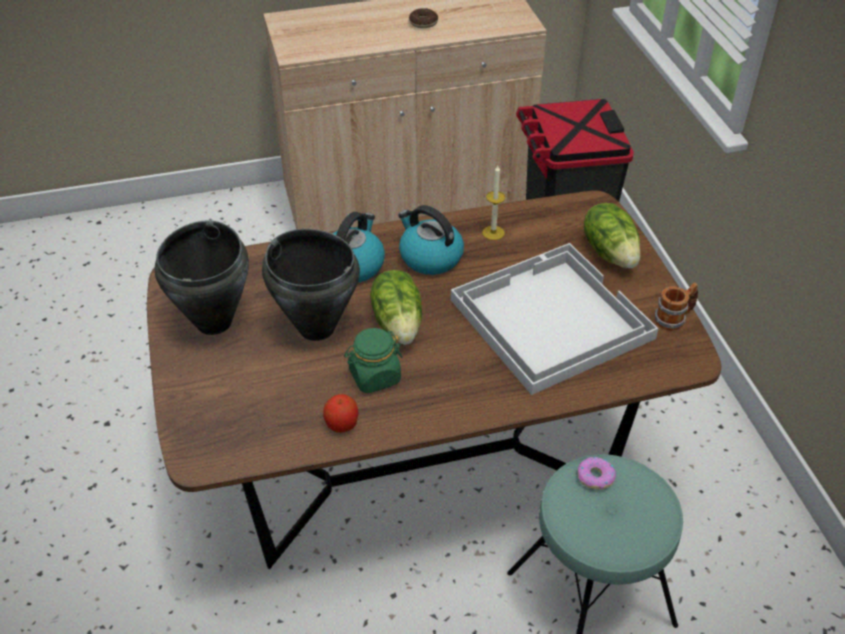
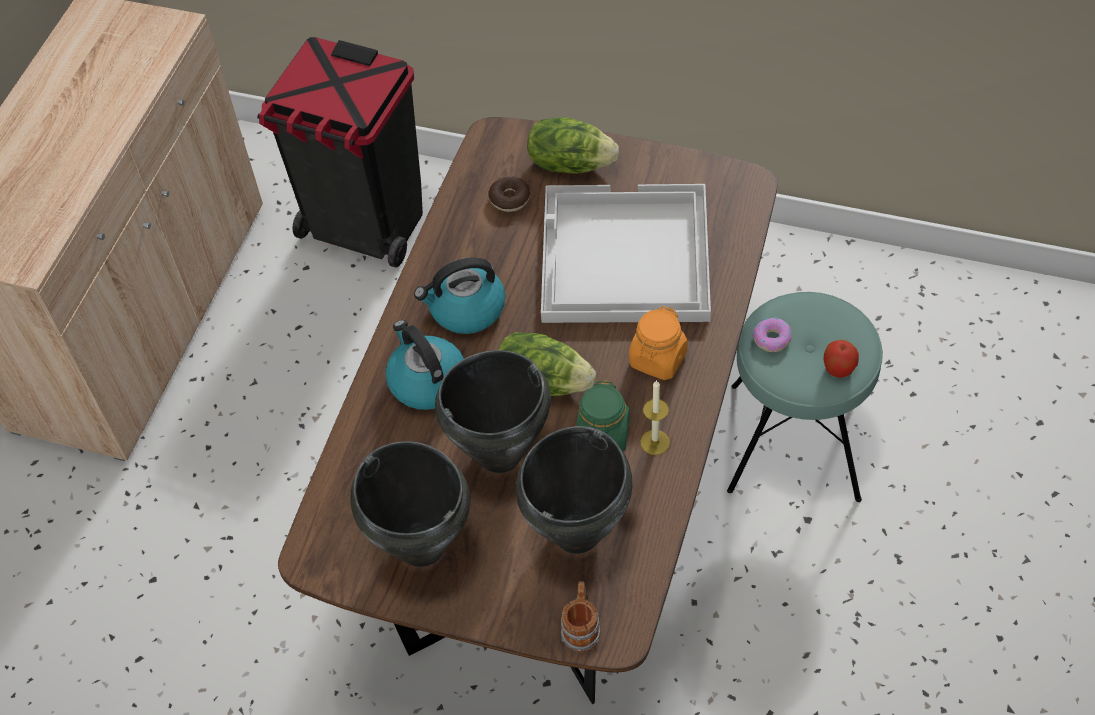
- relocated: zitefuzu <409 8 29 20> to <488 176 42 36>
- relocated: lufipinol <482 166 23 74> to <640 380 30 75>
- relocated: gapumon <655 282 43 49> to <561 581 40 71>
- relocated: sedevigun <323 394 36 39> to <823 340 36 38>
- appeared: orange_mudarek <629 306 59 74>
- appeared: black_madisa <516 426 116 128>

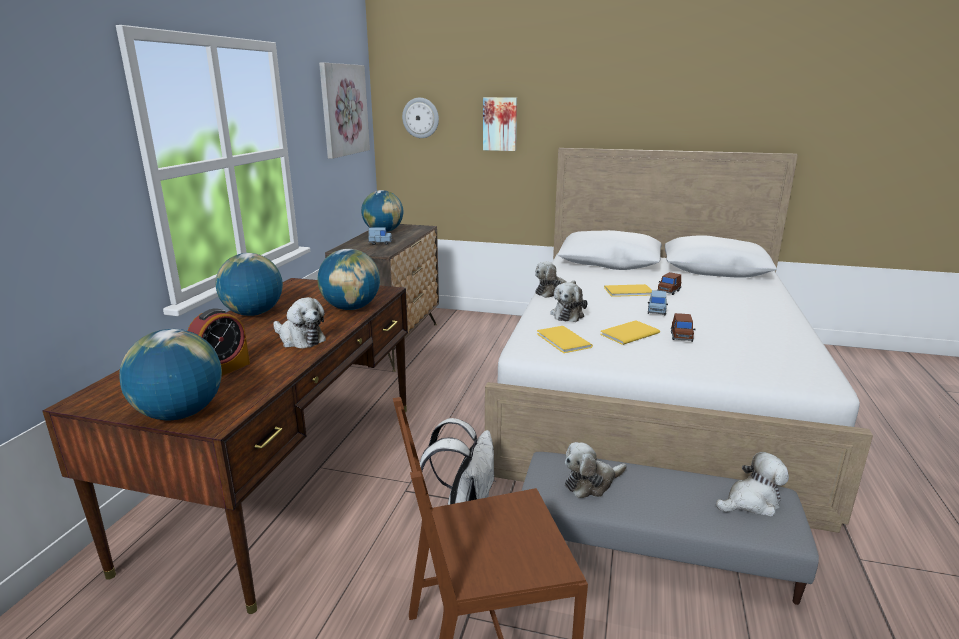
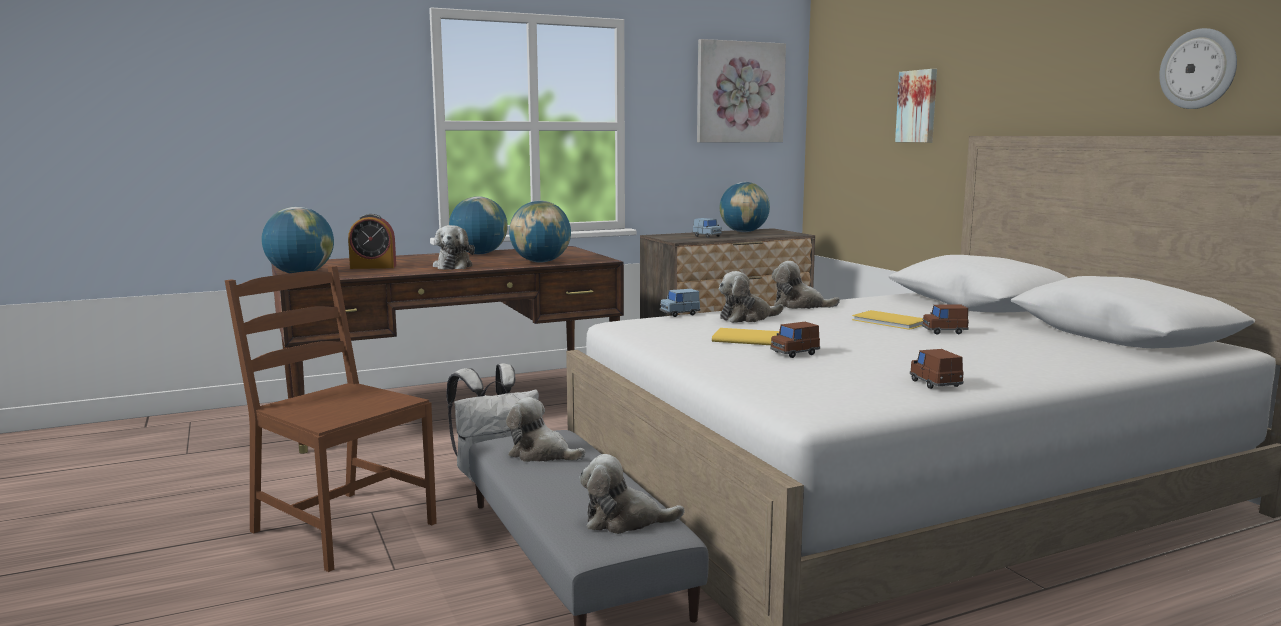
- relocated: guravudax <402 98 37 40> to <1159 28 78 81>
- relocated: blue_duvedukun <647 290 21 26> to <660 289 41 28>
- missing: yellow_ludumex <537 326 56 27>
- spun: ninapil <716 452 73 64> = <580 454 104 80> 150 degrees clockwise
- appeared: brown_duvedukun <910 349 54 40>

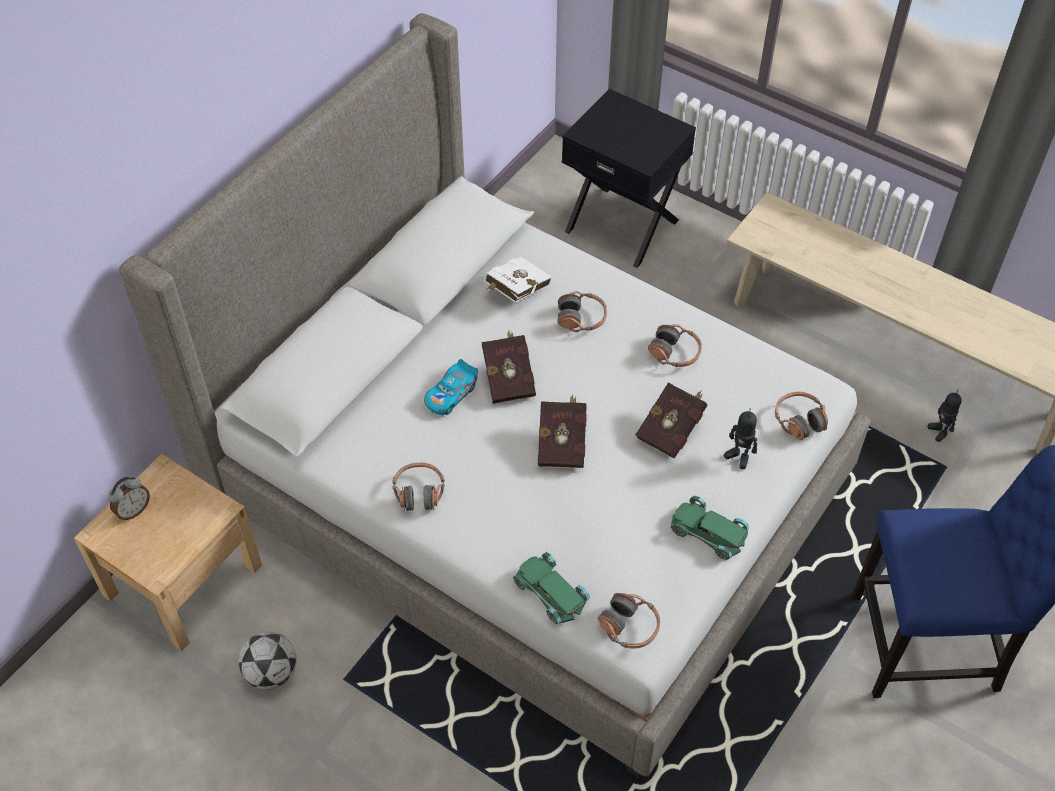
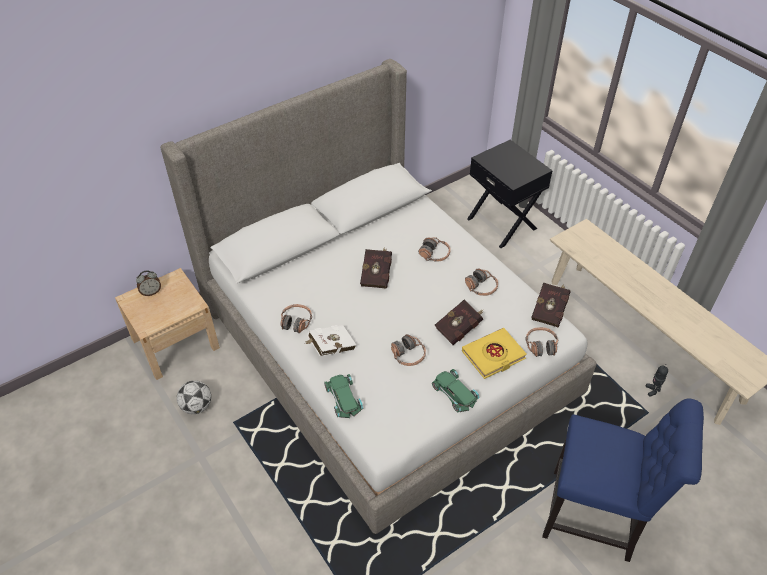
- relocated: white_ludumex <484 257 68 46> to <305 325 51 32>
- missing: duvedukun <424 359 54 56>
- relocated: red_ludumex <538 394 49 74> to <532 283 39 44>
- exchanged: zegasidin <724 409 33 60> to yellow_ludumex <462 328 65 51>
- relocated: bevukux <598 593 62 56> to <391 334 35 32>

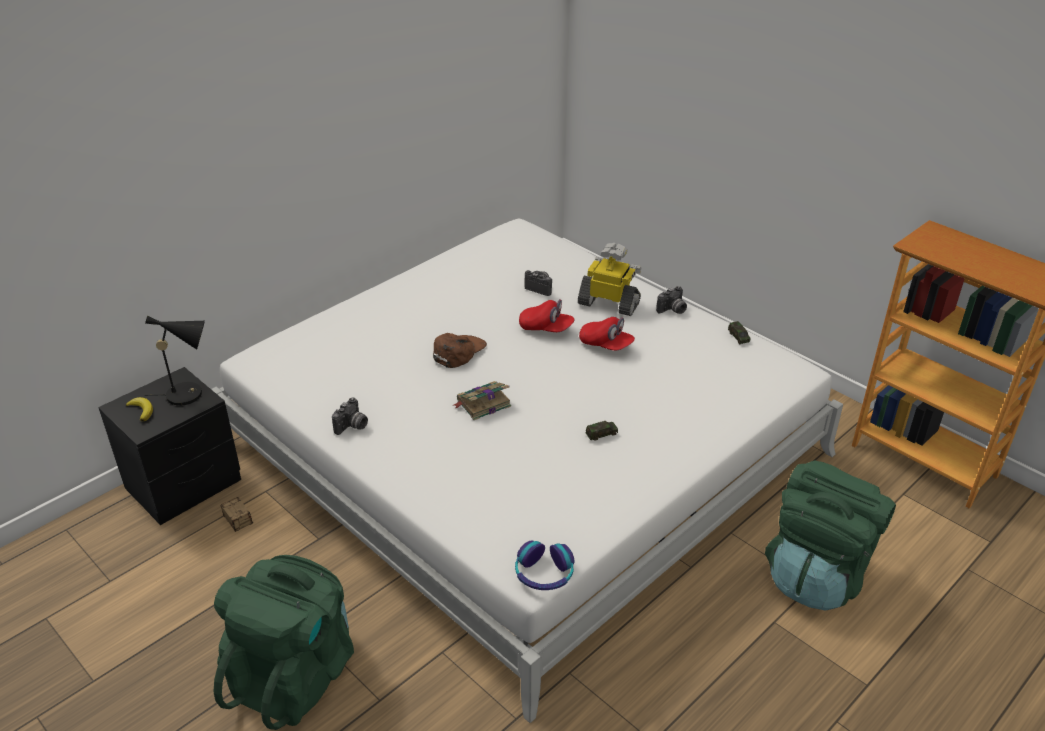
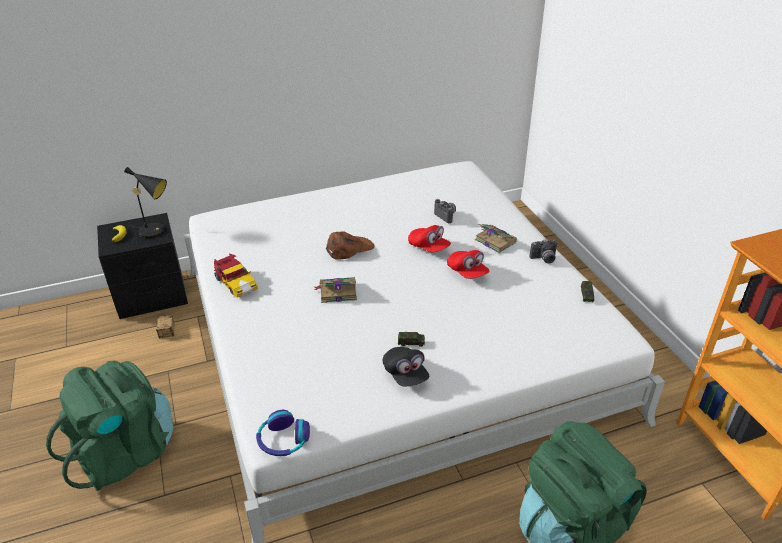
- exchanged: zegasidin <578 243 63 73> to ludumex <475 224 42 29>
- exchanged: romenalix <332 397 36 38> to duvedukun <214 254 44 43>
- appeared: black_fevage <383 347 46 39>

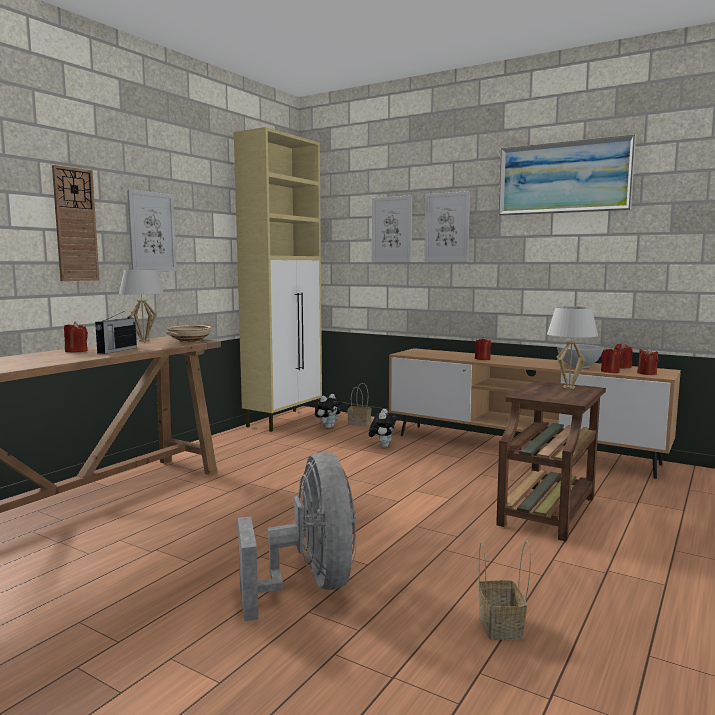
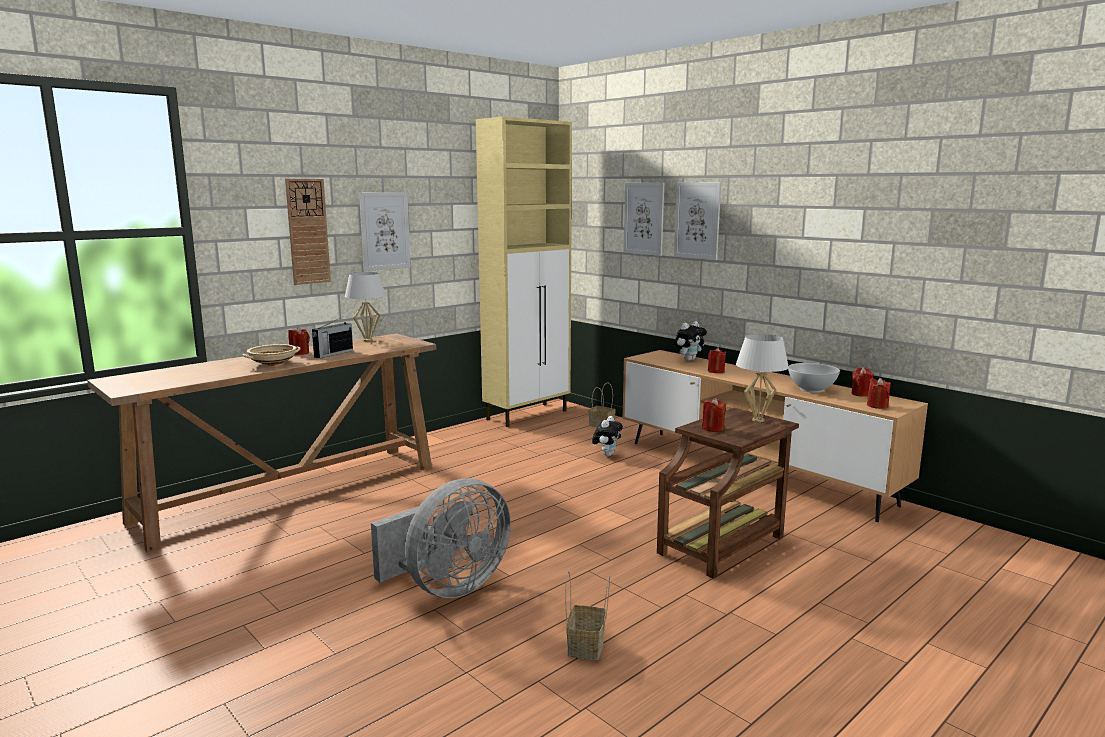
- missing: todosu <498 134 138 82>
- relocated: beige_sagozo <166 325 46 18> to <243 344 58 22>
- relocated: red_lufipinol <601 346 20 27> to <702 398 24 34>
- relocated: ninapil <315 394 27 34> to <674 321 33 40>
- spun: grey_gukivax <238 452 118 169> = <371 478 140 120> 45 degrees clockwise

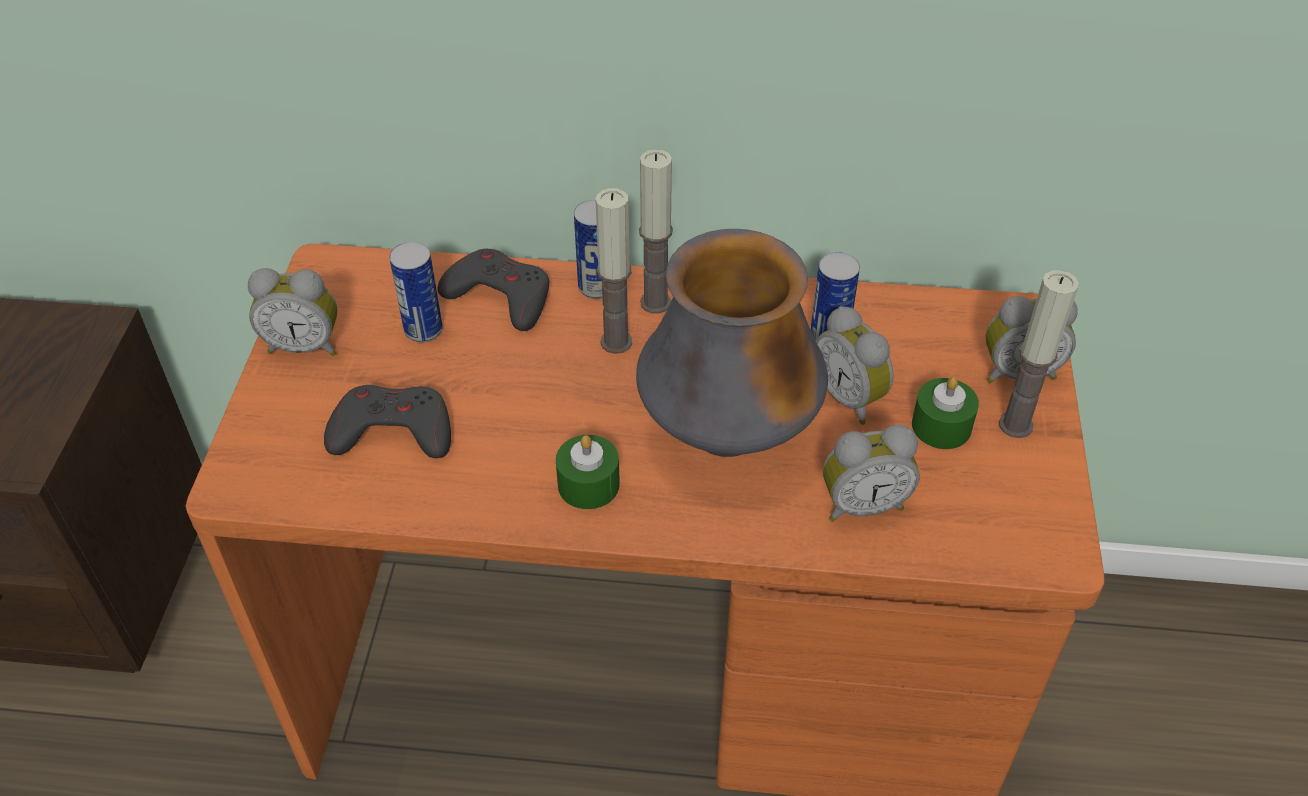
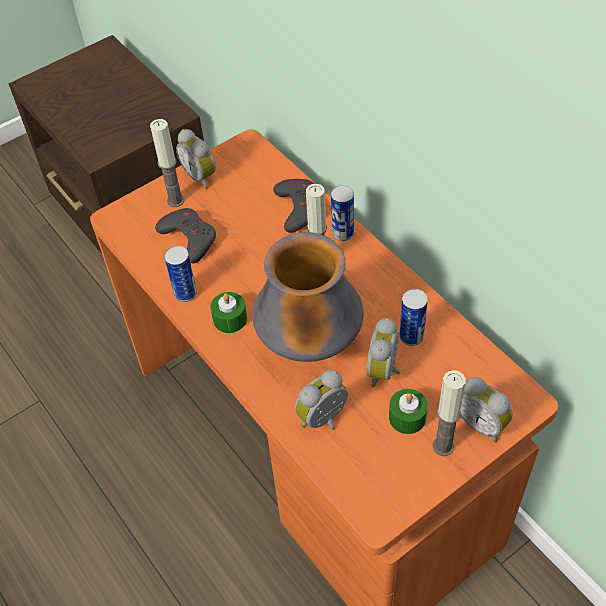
- relocated: lufipinol <639 149 34 164> to <150 119 34 88>
- relocated: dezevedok <389 241 54 101> to <164 246 33 56>
- spun: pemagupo <823 425 97 97> = <294 370 54 60> 105 degrees clockwise

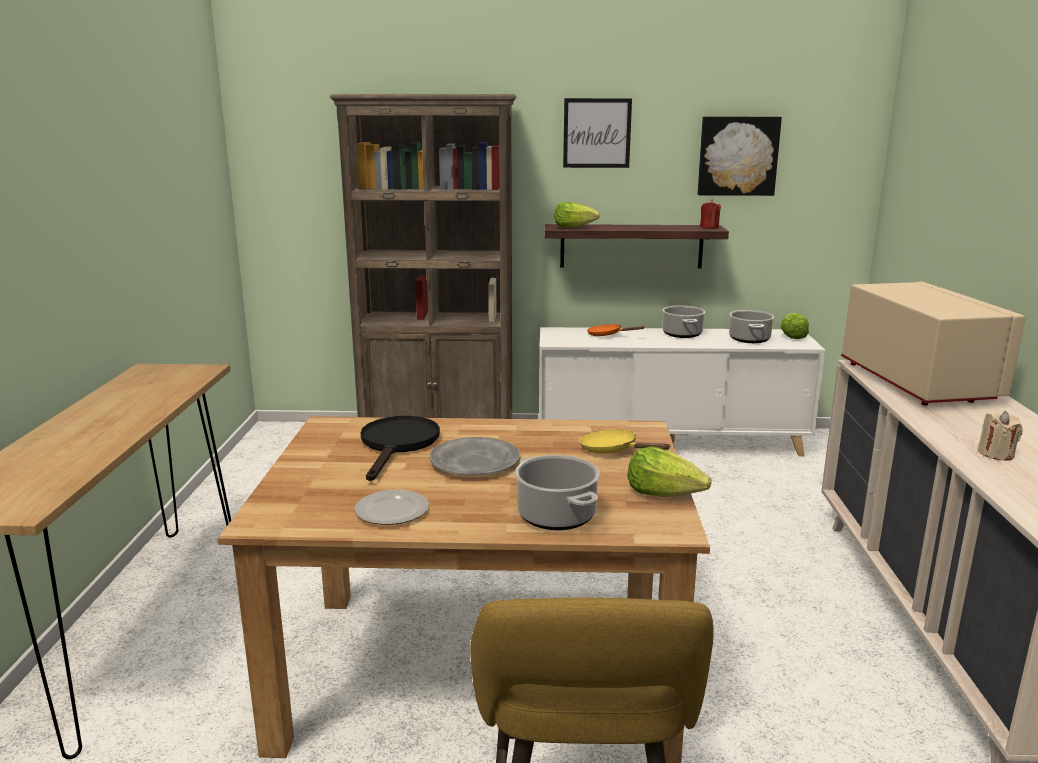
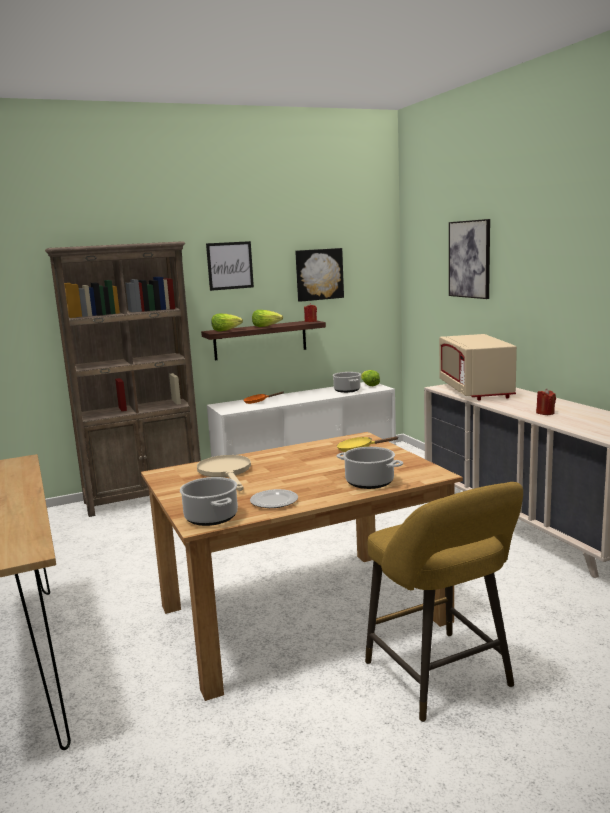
- spun: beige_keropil <841 282 184 124> = <439 334 78 66> 150 degrees counterclockwise
- relocated: madisa <662 305 43 33> to <180 477 58 49>
- colour: beige_lufipinol <977 411 46 50> to red_lufipinol <536 389 20 26>
- colour: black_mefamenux <361 416 79 65> to beige_mefamenux <197 455 54 36>
- missing: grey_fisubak <429 437 91 38>
- relocated: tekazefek <627 446 85 51> to <252 310 31 17>
- appeared: todosu <449 219 41 80>

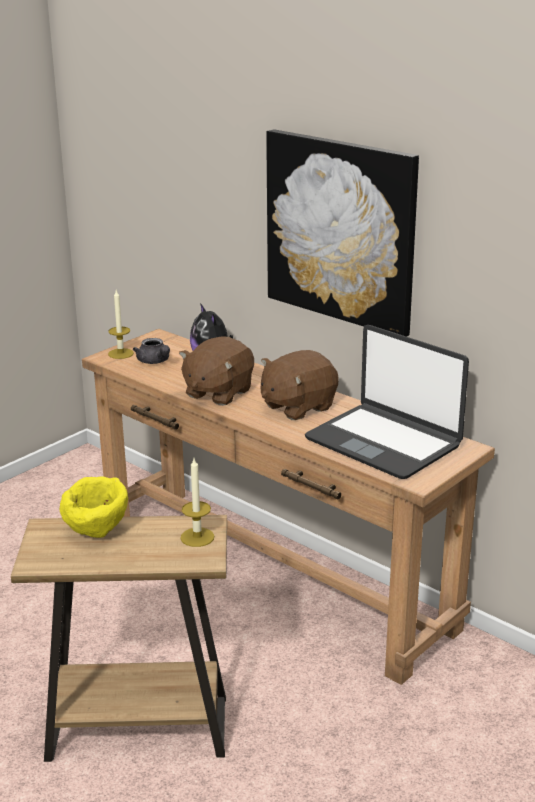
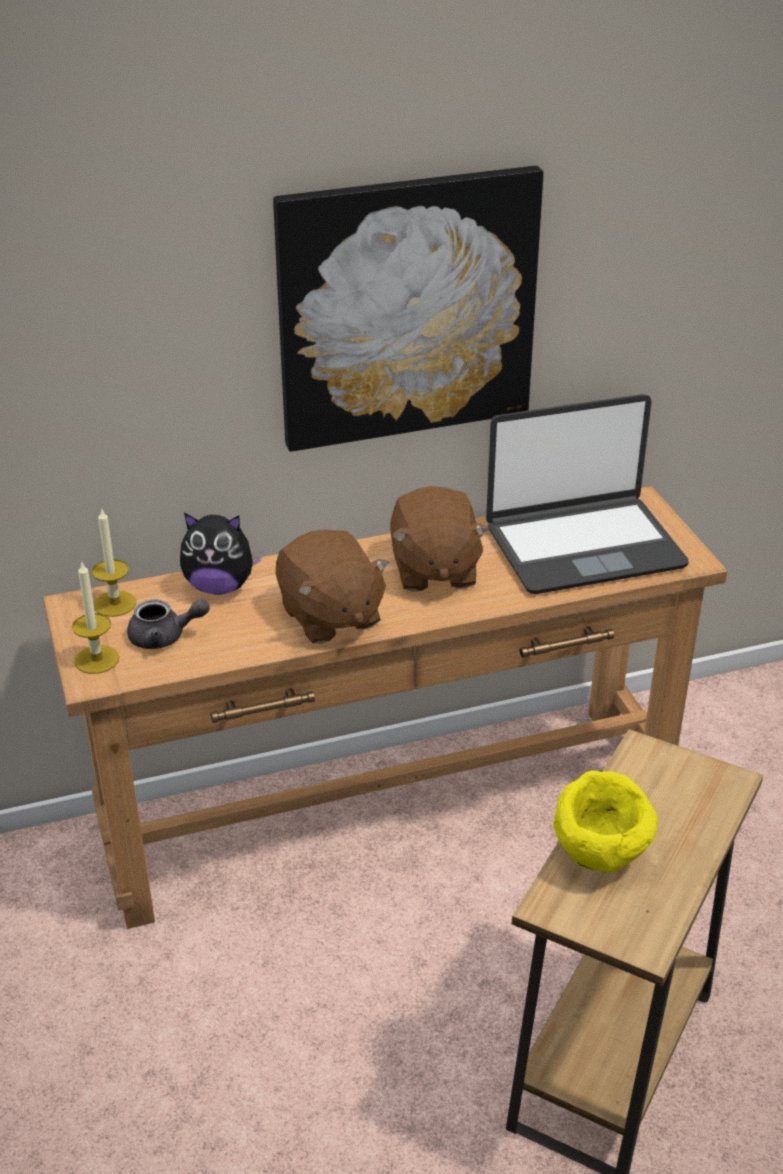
- relocated: lufipinol <180 458 35 89> to <92 507 44 110>

